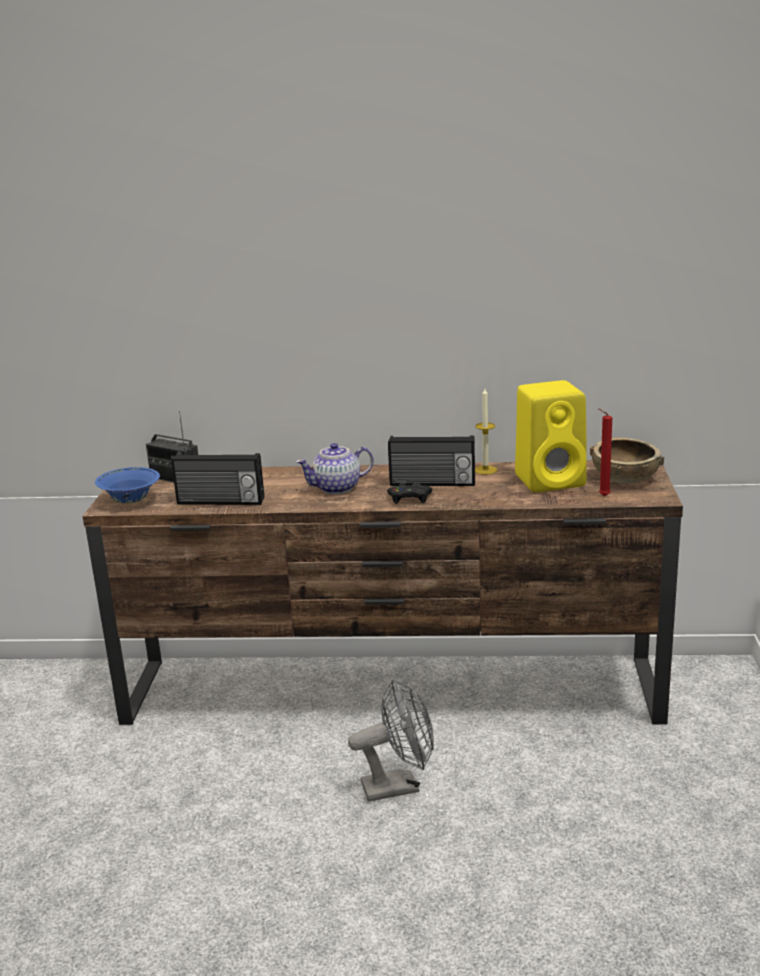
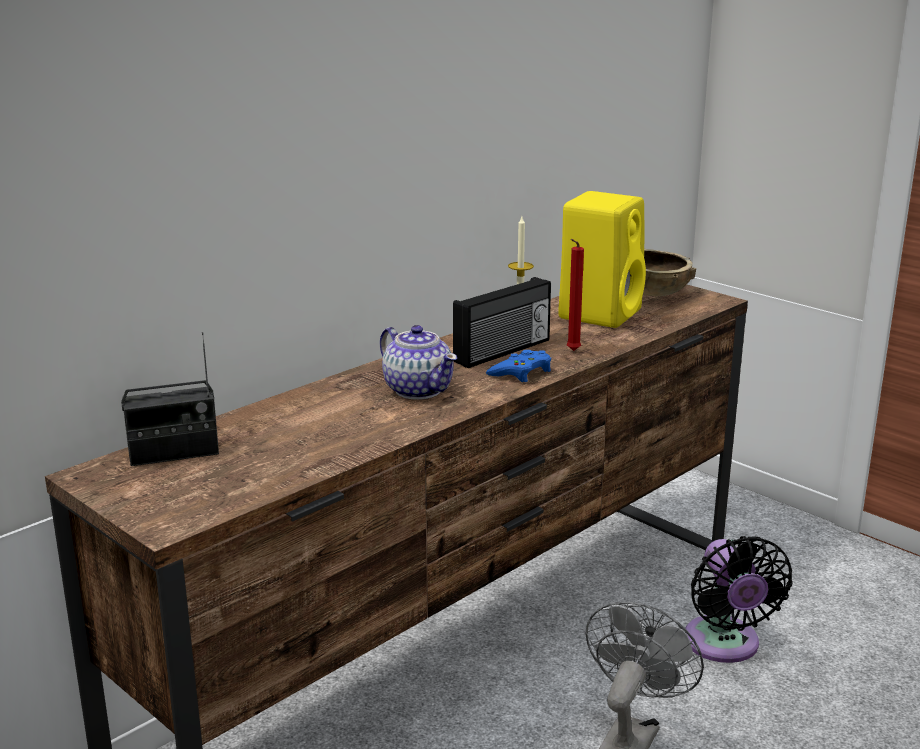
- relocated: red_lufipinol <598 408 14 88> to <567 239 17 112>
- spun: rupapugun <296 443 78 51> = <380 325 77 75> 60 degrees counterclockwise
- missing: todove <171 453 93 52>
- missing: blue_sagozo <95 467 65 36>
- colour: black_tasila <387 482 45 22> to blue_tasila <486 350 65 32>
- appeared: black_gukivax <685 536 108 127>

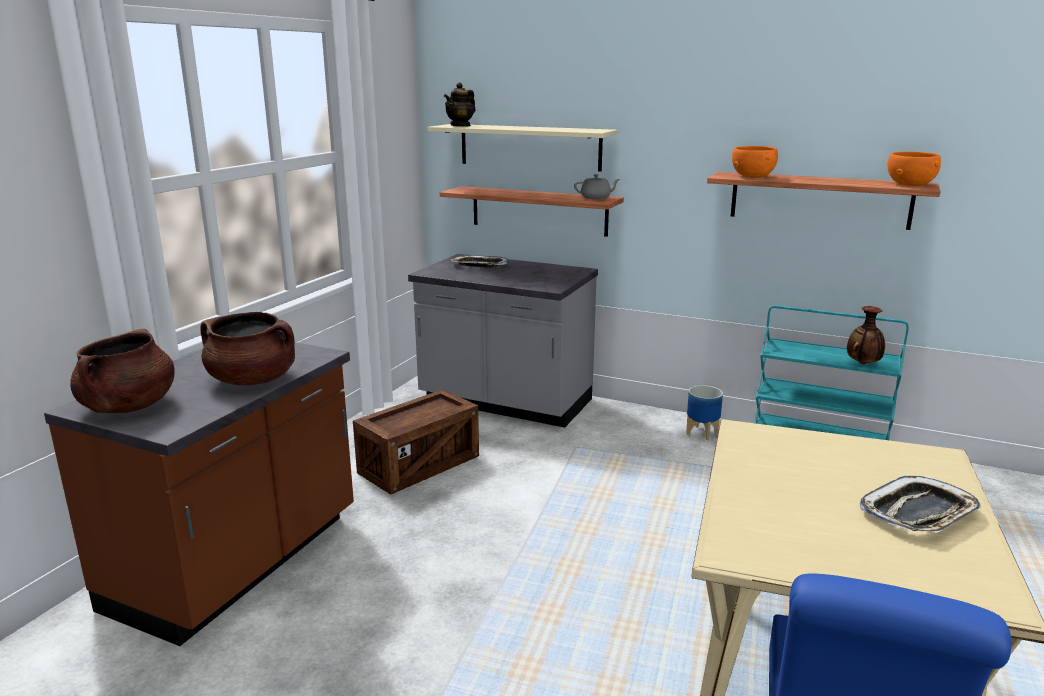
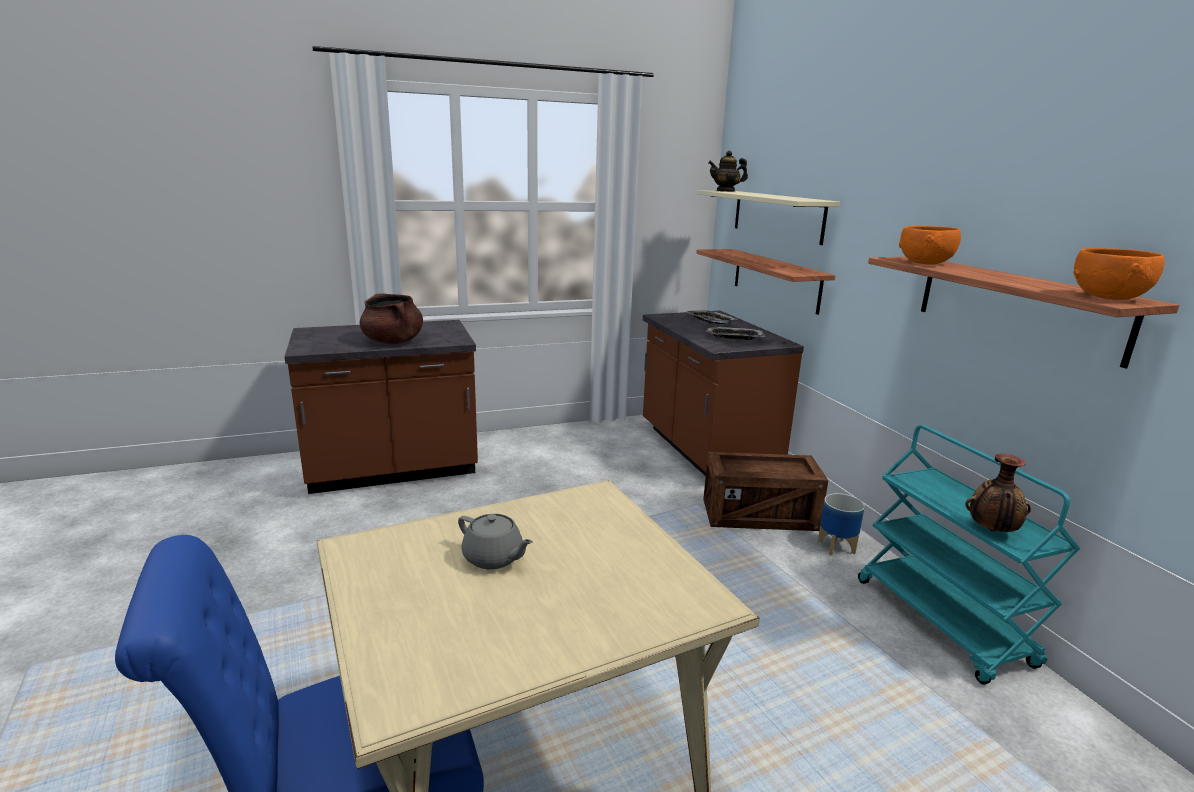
- relocated: grey_rupapugun <574 174 46 26> to <458 514 75 55>
- colour: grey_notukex <408 254 190 174> to brown_notukex <643 311 161 165>
- missing: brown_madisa <70 329 105 84>
- relocated: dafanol <353 389 126 106> to <703 452 125 79>
- relocated: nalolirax <860 476 121 57> to <706 327 59 13>

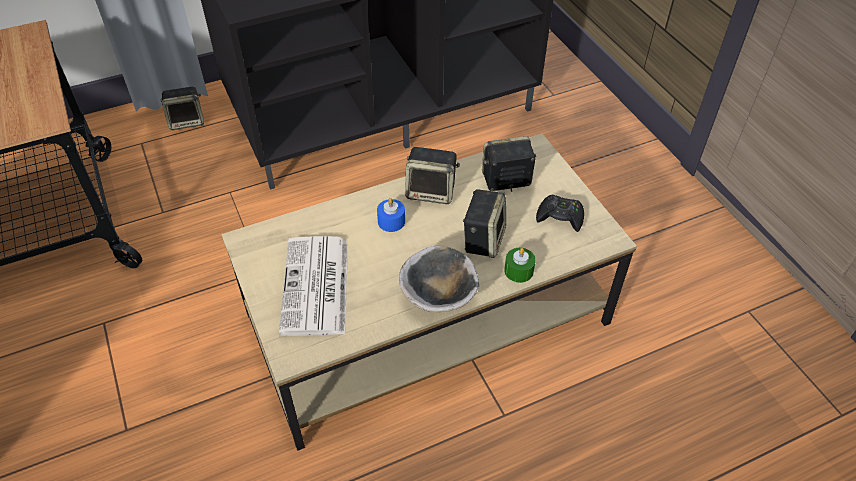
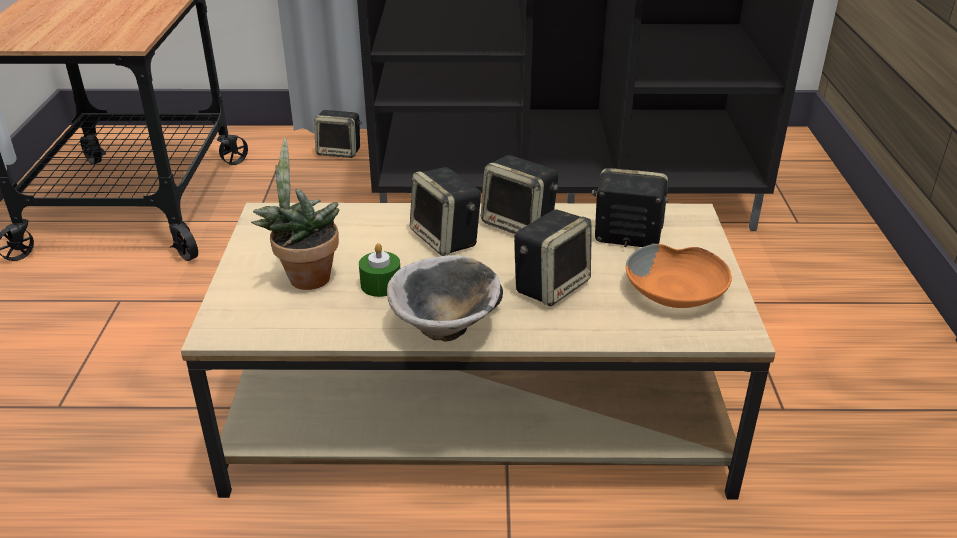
- exchanged: black_tasila <536 194 48 38> to orange_sagozo <626 244 106 64>
- exchanged: blue_lufipinol <377 198 28 34> to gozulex <410 167 71 89>
- exchanged: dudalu <279 236 69 100> to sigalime <251 138 89 152>
- relocated: green_lufipinol <504 248 32 35> to <359 243 41 54>

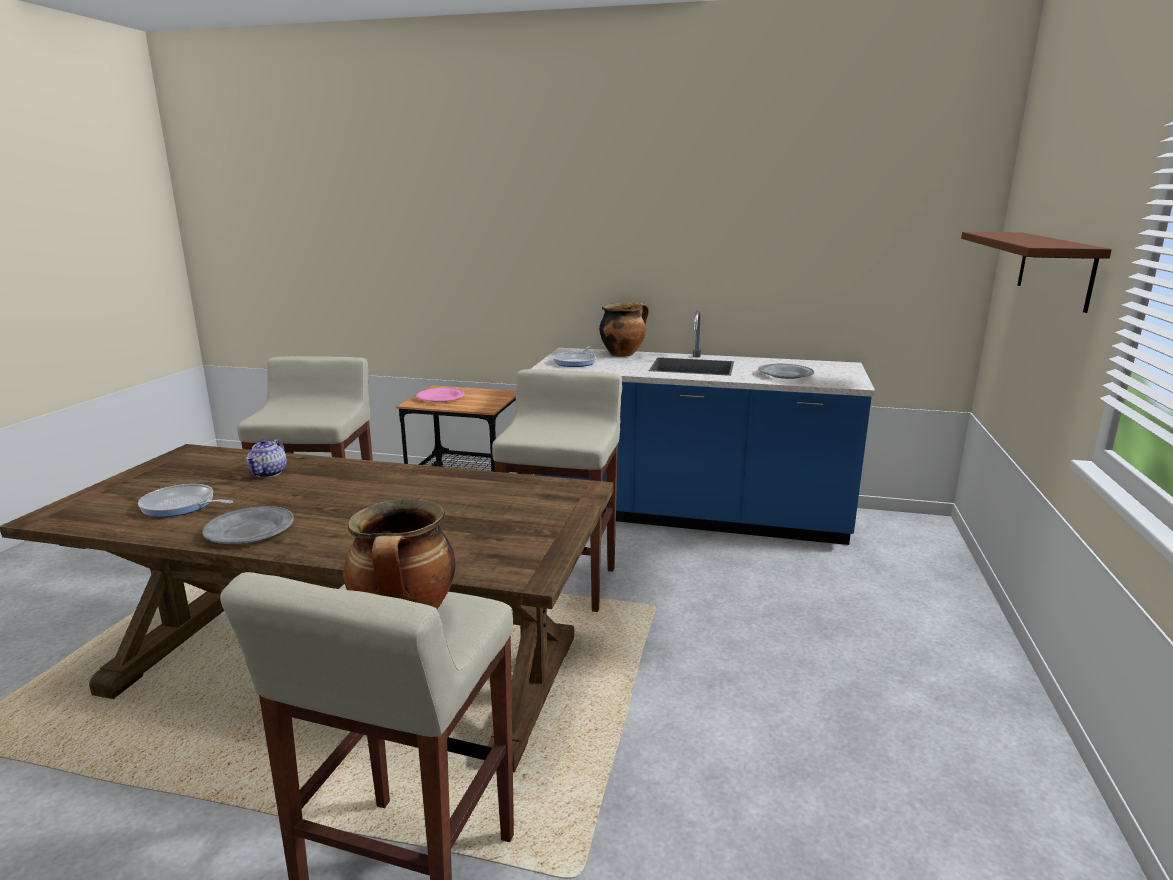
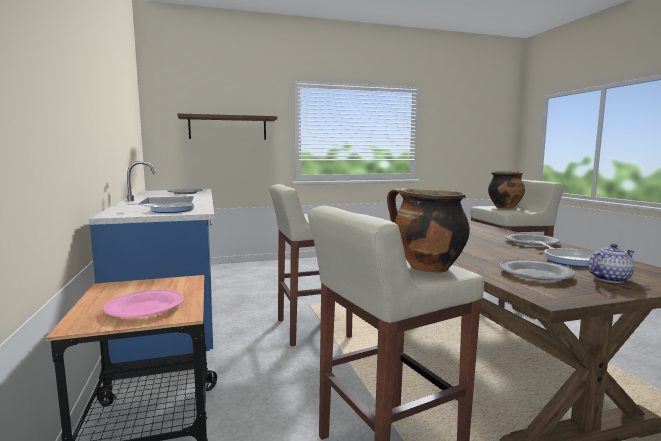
- relocated: madisa <599 302 50 55> to <387 188 83 85>
- relocated: rupapugun <246 438 41 40> to <588 244 46 39>
- appeared: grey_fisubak <500 259 76 21>

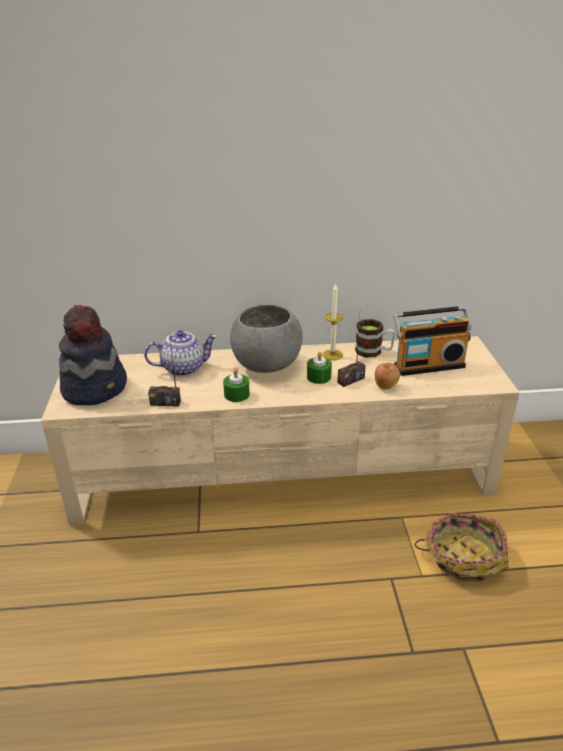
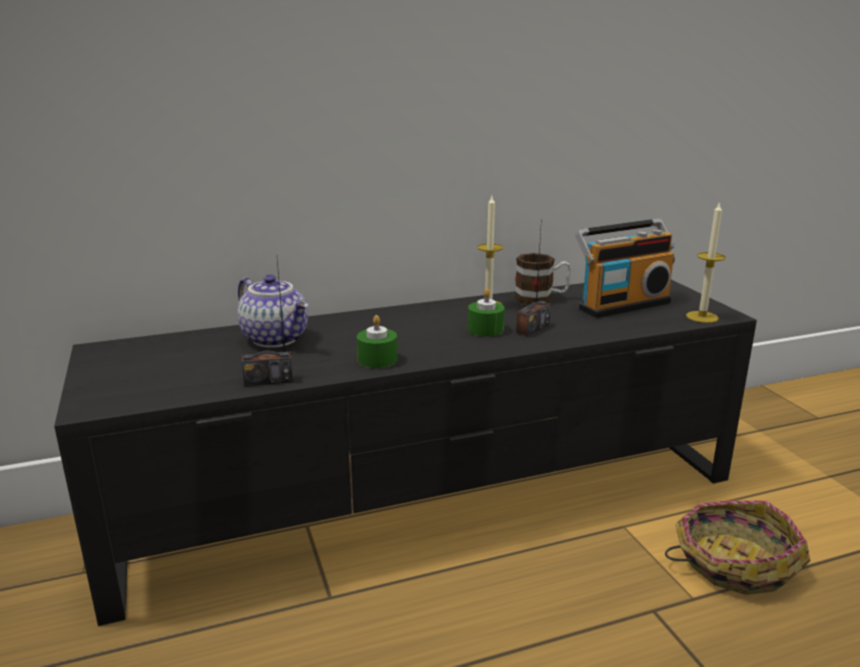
- missing: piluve <59 305 68 100>
- missing: grey_sagozo <230 305 73 68>
- spun: rupapugun <144 330 74 46> = <237 274 72 74> 75 degrees clockwise
- colour: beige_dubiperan <41 336 479 189> to black_dubiperan <54 280 703 346>
- missing: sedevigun <375 363 25 26>
- appeared: lufipinol <686 202 40 121>

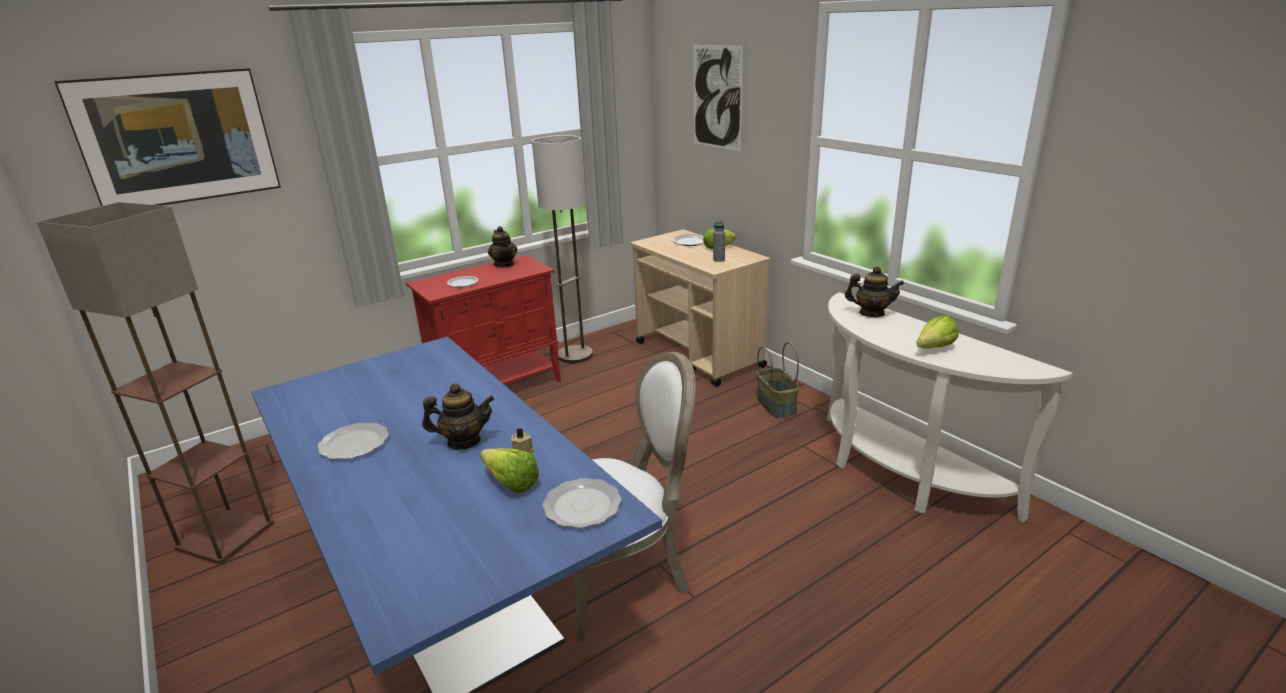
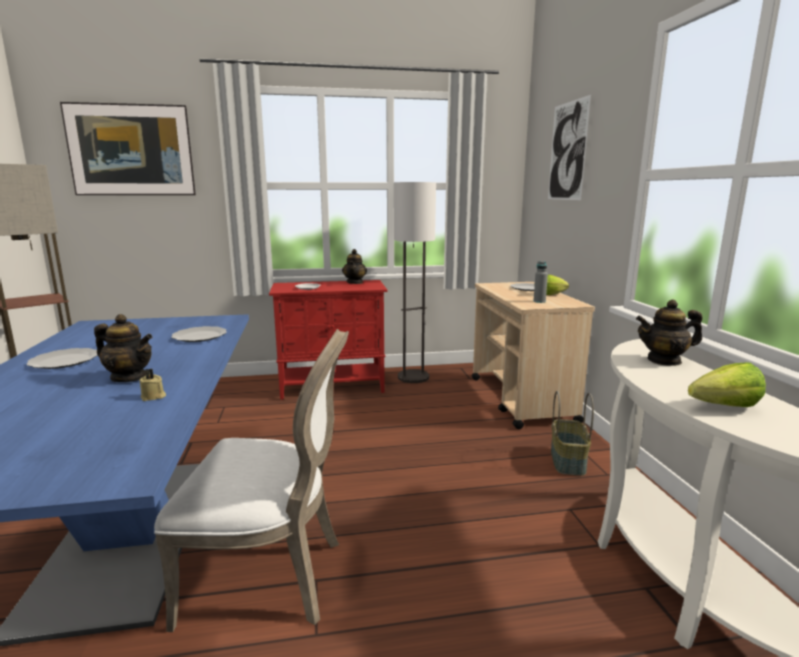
- spun: rupapugun <845 266 59 51> = <636 300 66 66> 135 degrees clockwise
- missing: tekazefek <480 448 59 45>
- relocated: fisubak <543 478 78 50> to <171 326 56 16>

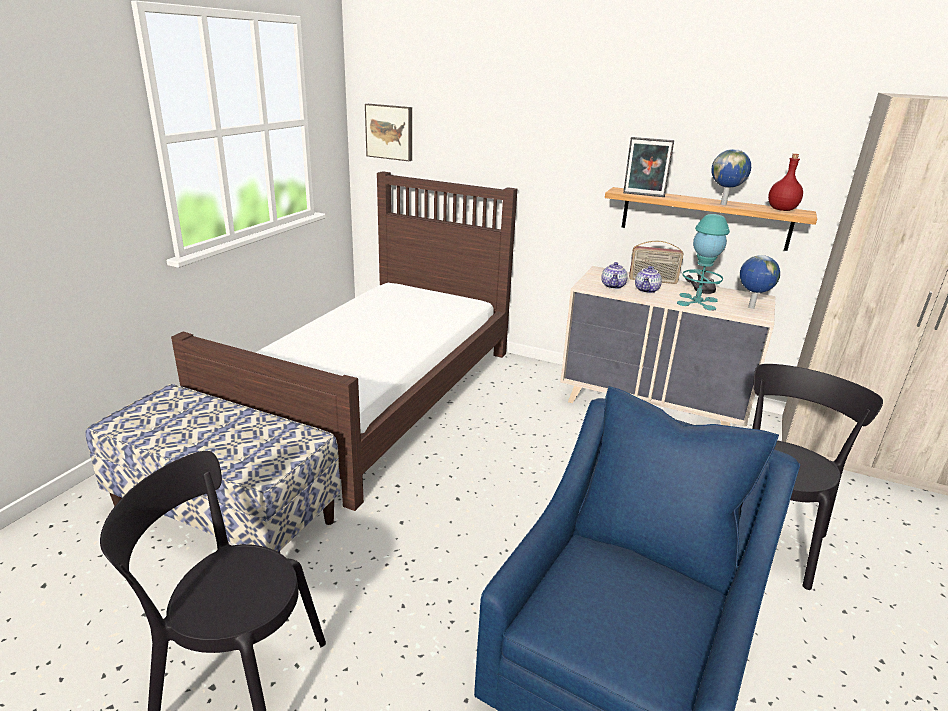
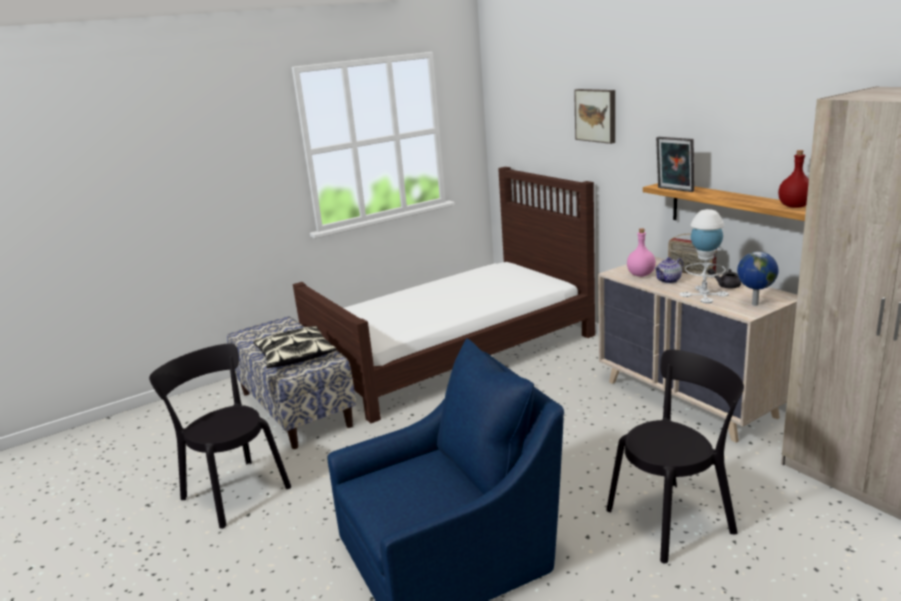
- relocated: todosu <365 104 47 57> to <574 89 41 55>
- missing: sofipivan <711 149 40 56>
- colour: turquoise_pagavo <677 214 53 97> to white_pagavo <680 209 49 94>
- exchanged: rupapugun <601 262 27 27> to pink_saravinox <627 228 29 49>
- appeared: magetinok <253 326 83 42>

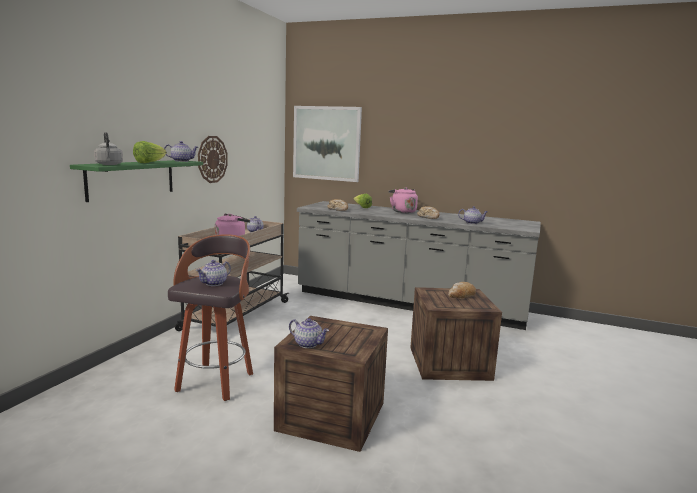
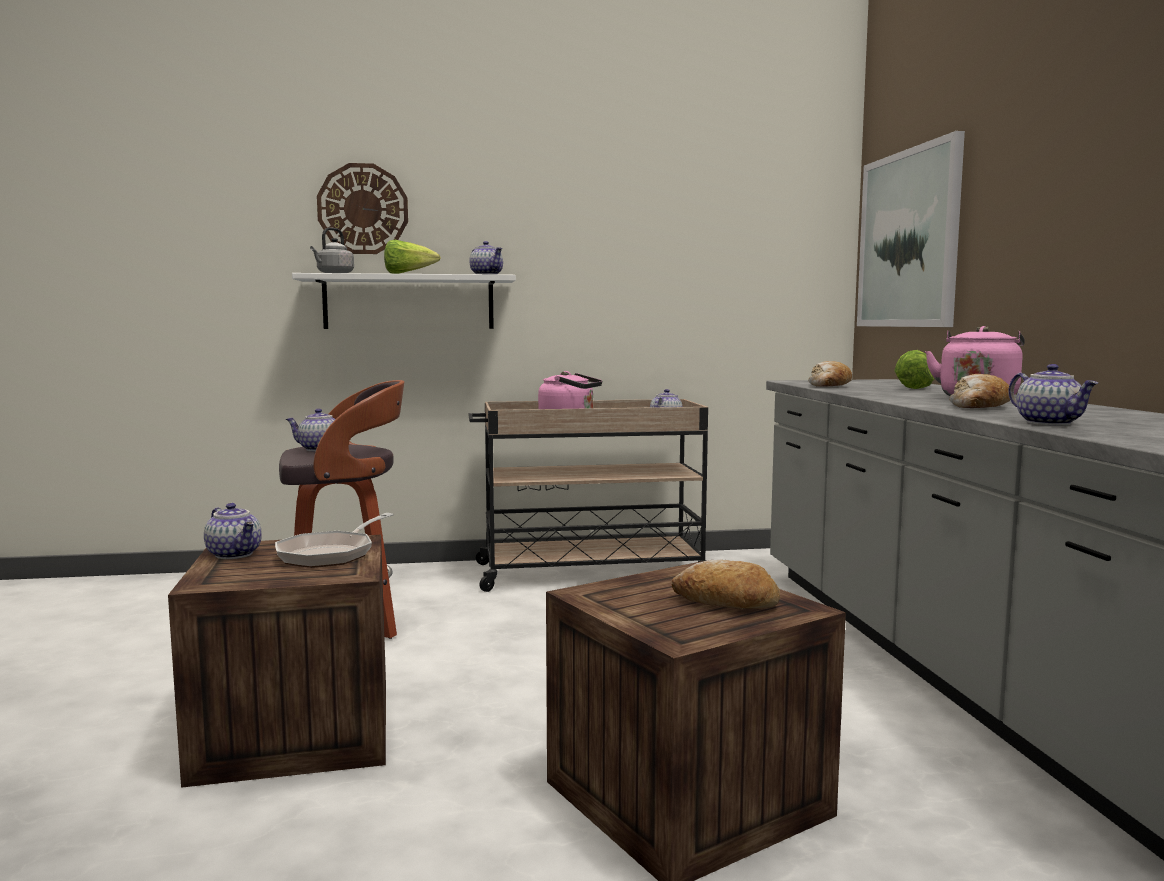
- relocated: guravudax <198 136 30 47> to <317 163 91 91>
- colour: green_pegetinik <70 160 133 42> to white_pegetinik <292 273 224 56>
- spun: rupapugun <289 318 40 30> = <204 503 58 56> 45 degrees counterclockwise
- appeared: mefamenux <275 513 119 55>

